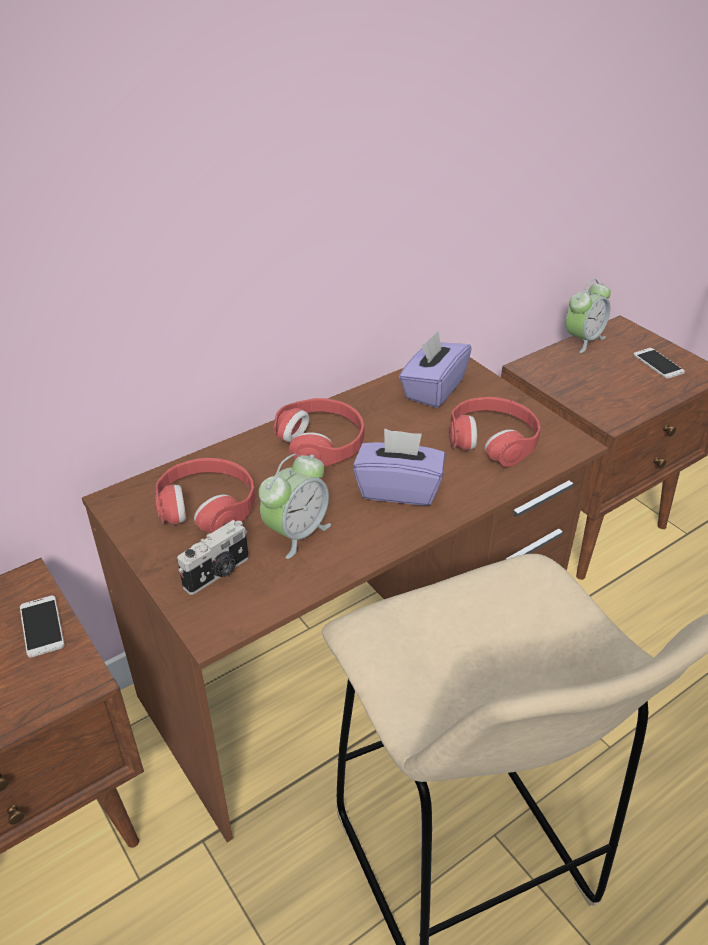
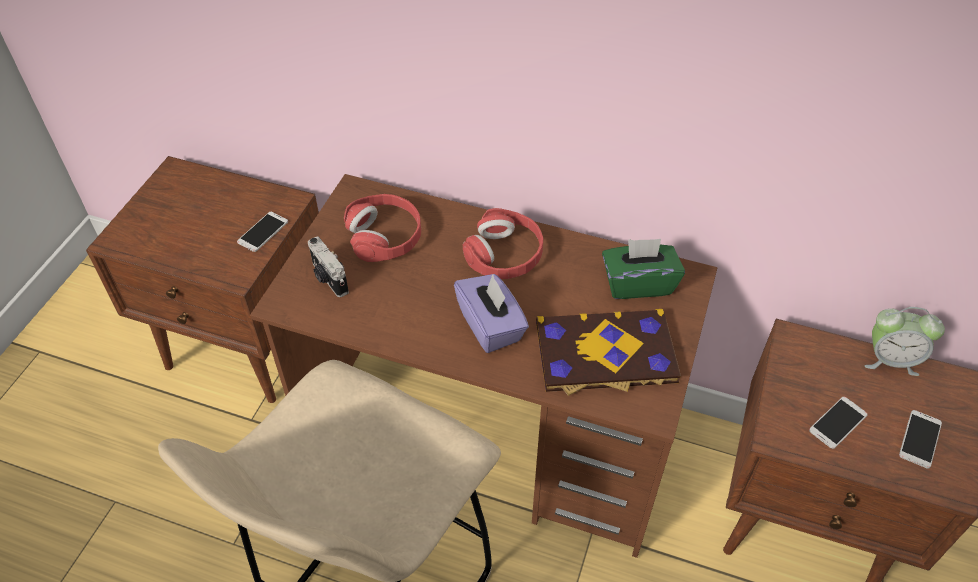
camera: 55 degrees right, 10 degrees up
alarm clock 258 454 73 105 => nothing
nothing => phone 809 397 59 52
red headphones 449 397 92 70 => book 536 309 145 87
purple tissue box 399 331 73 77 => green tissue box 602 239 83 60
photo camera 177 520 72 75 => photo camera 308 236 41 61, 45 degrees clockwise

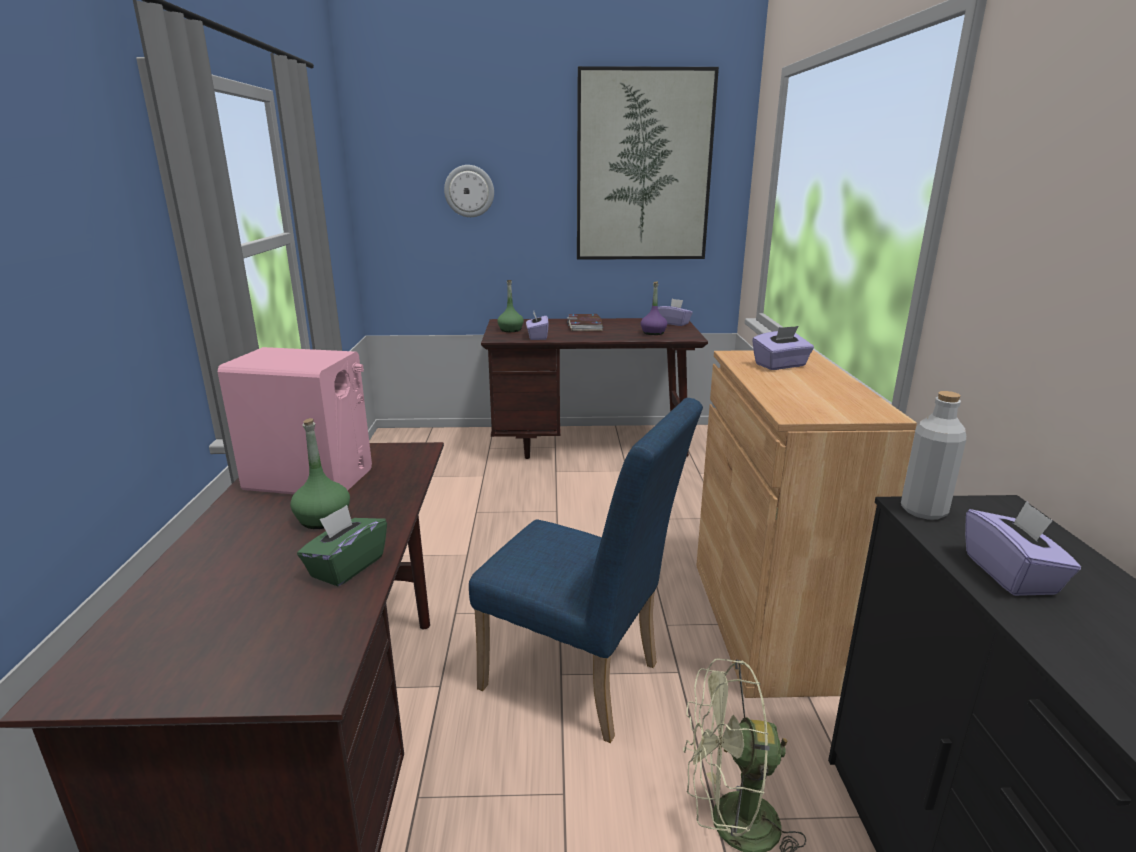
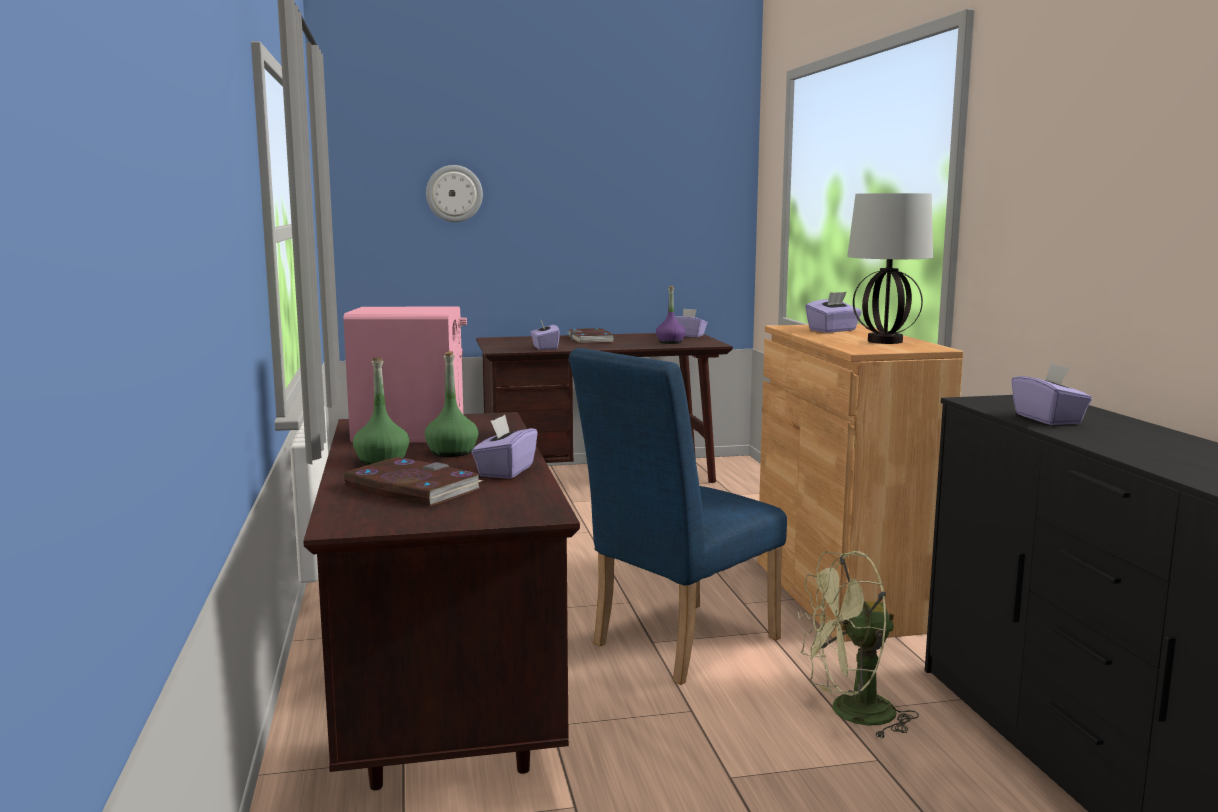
camera: 10 degrees left, 10 degrees down
picture 577 66 142 194 => nothing
grey bottle 901 391 65 129 => nothing
nothing => book 344 457 139 49
nothing => table lamp 847 193 86 151
green bottle 497 280 27 52 => green bottle 353 357 56 108, moved
green tissue box 297 505 90 81 => purple tissue box 472 415 66 64
blue chair 469 398 234 345 => blue chair 569 348 218 337, 120 degrees clockwise

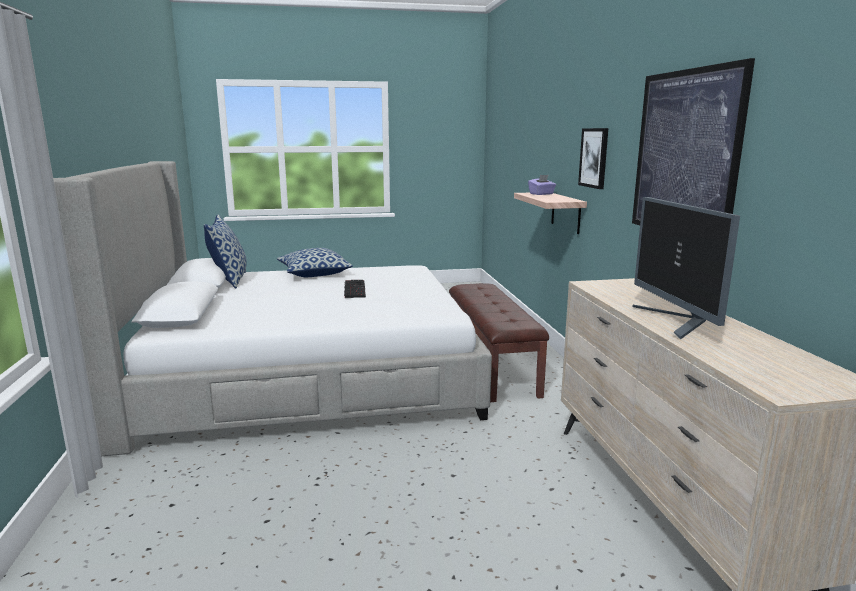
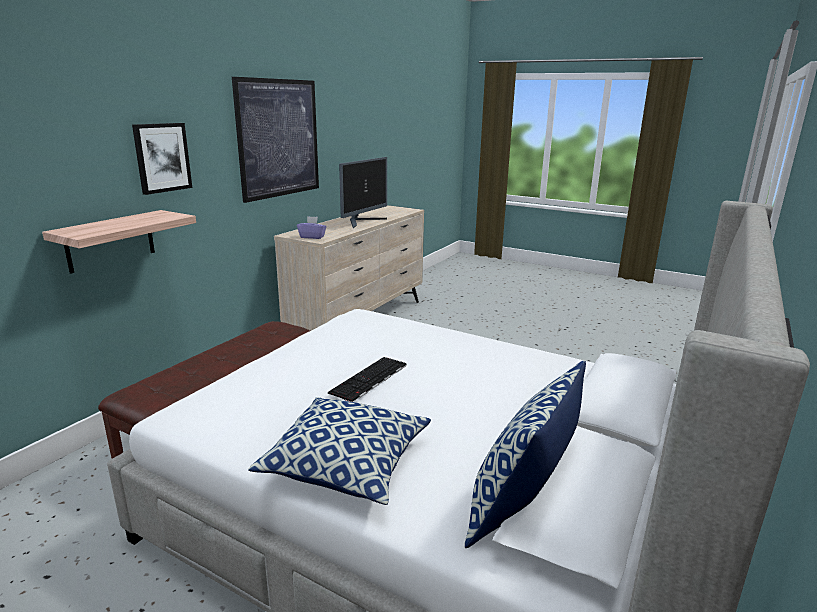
camera: 140 degrees left, 5 degrees up
purple tissue box 528 175 28 20 => purple tissue box 297 216 30 23, moved

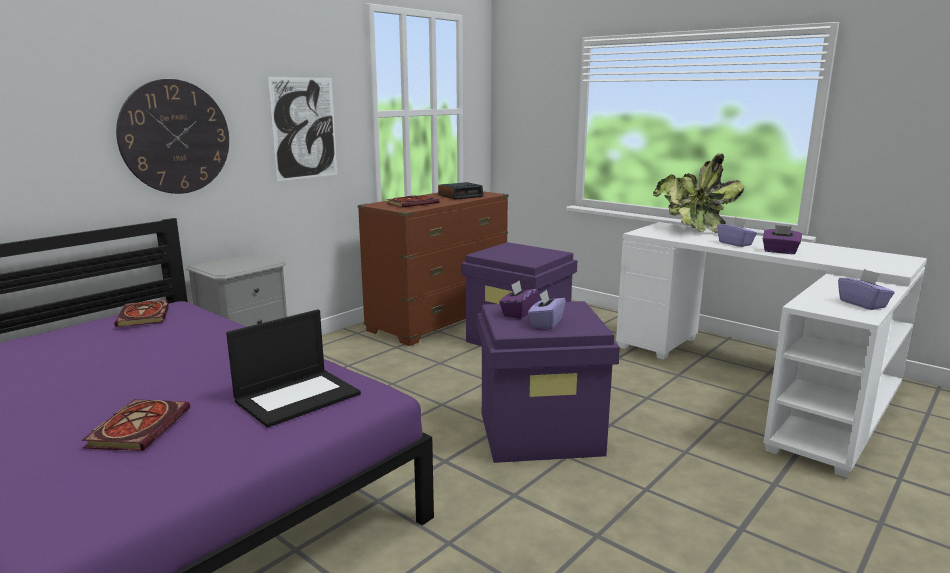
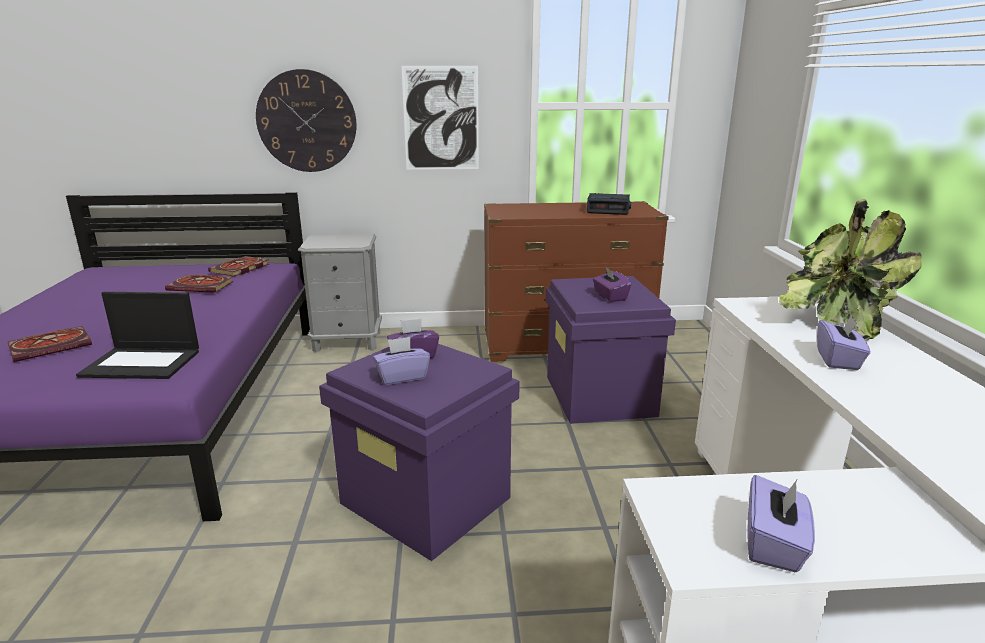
camera: 45 degrees right, 5 degrees up
book 387 195 53 12 => book 165 275 69 18, moved
purple tissue box 763 225 39 29 => purple tissue box 593 266 38 36, moved

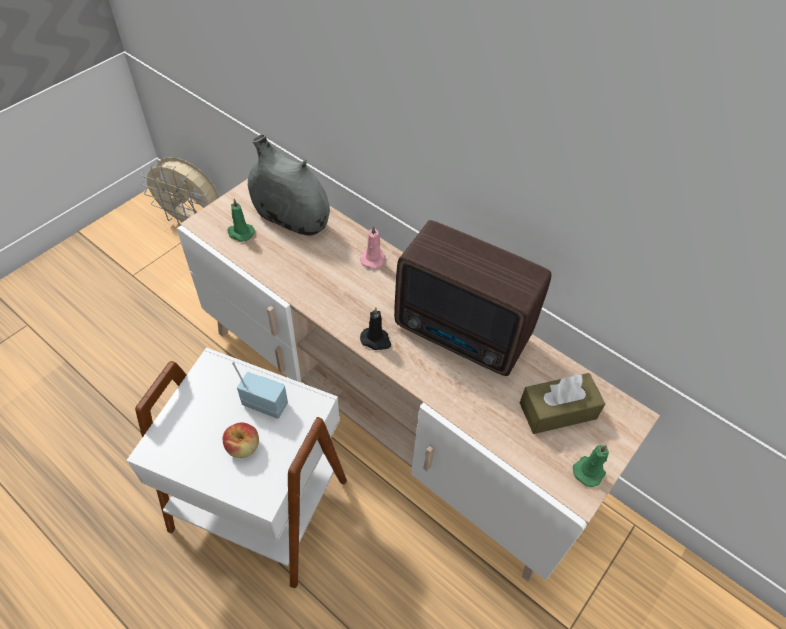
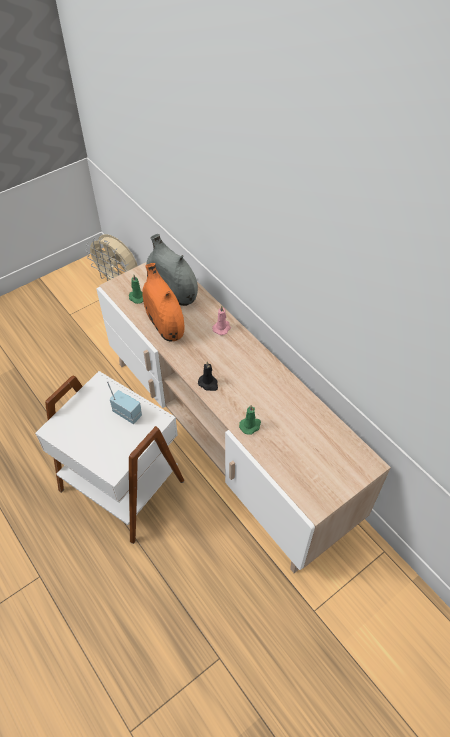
camera: 15 degrees right, 0 degrees up
apple 223 422 36 36 => nothing
radio 394 220 158 156 => nothing
brown tissue box 520 373 85 61 => nothing
nothing => orange vase 142 263 42 79
green candle 573 445 36 42 => green candle 239 405 22 30, moved

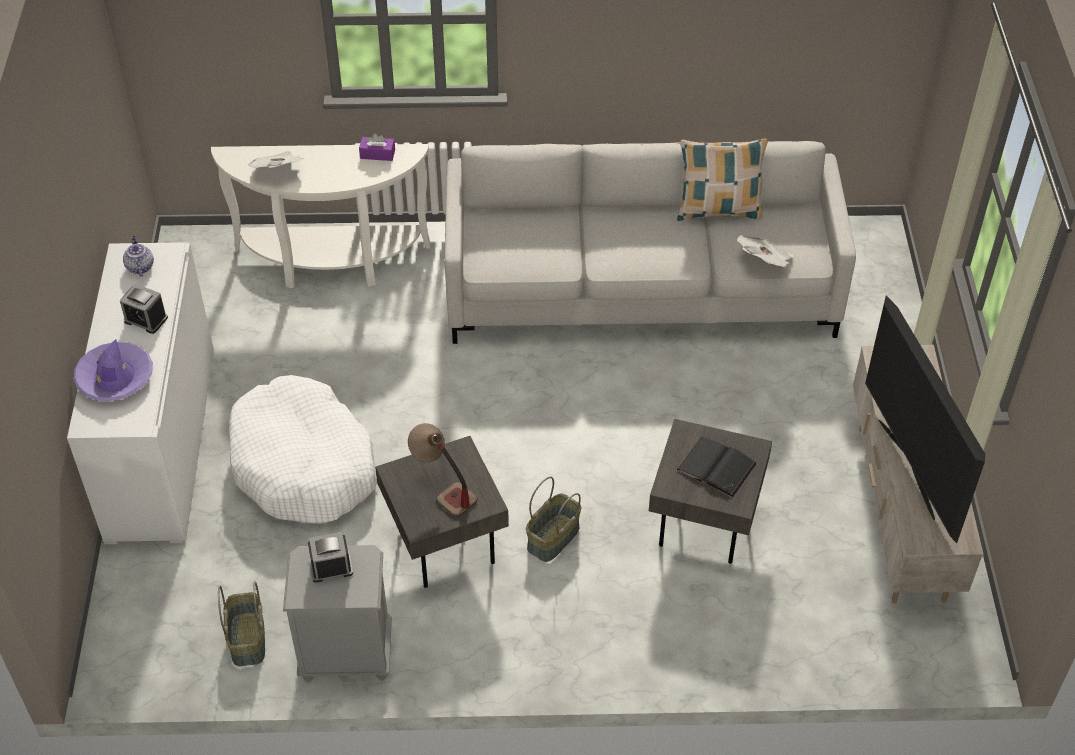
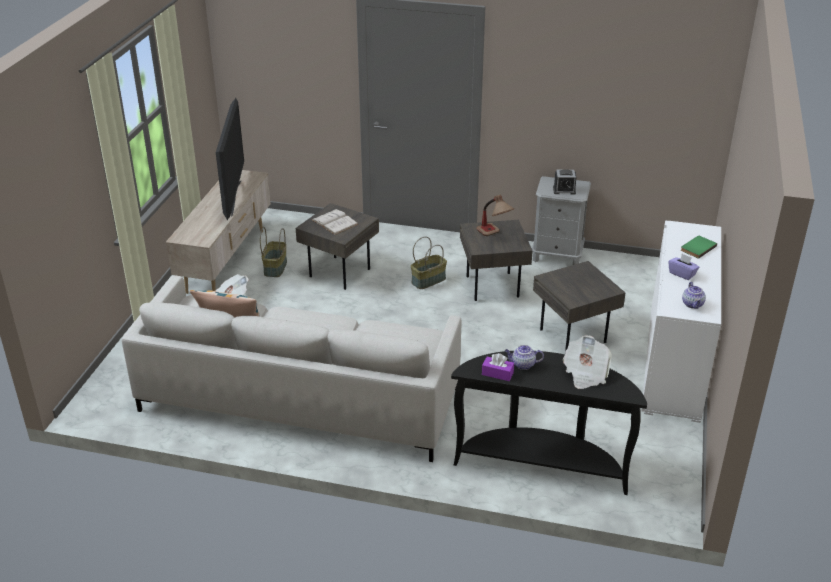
camera: 165 degrees left, 15 degrees down
nothing => teapot 505 345 39 25
basket 218 581 47 85 => basket 260 227 27 50, moved
purple hat 73 339 80 62 => green book 681 236 36 23
alarm clock 120 284 48 50 => purple tissue box 668 254 31 26
white dog bed 229 375 148 149 => grey side table 533 261 92 91
white console table 211 144 219 144 => black console table 451 351 196 144
black book 676 436 81 62 => white book 312 209 47 26

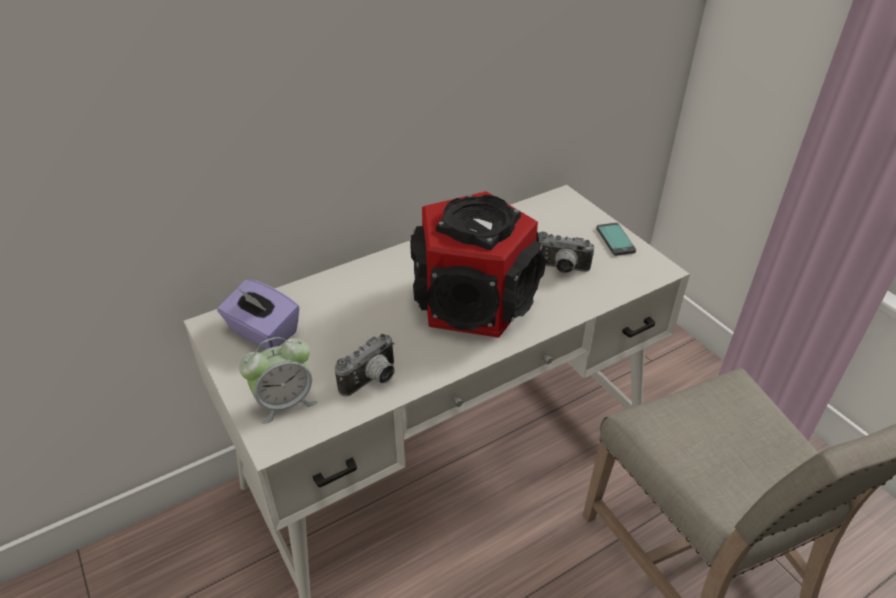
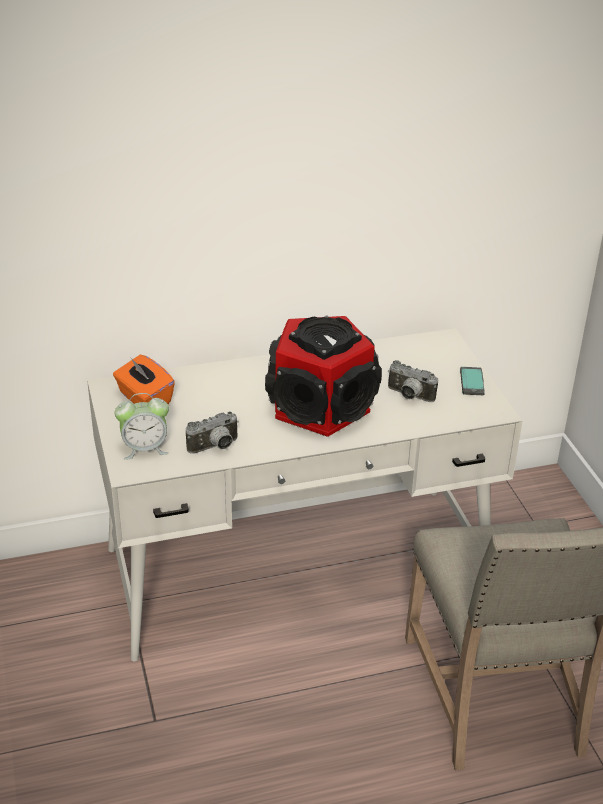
camera: 15 degrees right, 5 degrees down
purple tissue box 217 279 83 70 => orange tissue box 113 355 62 49

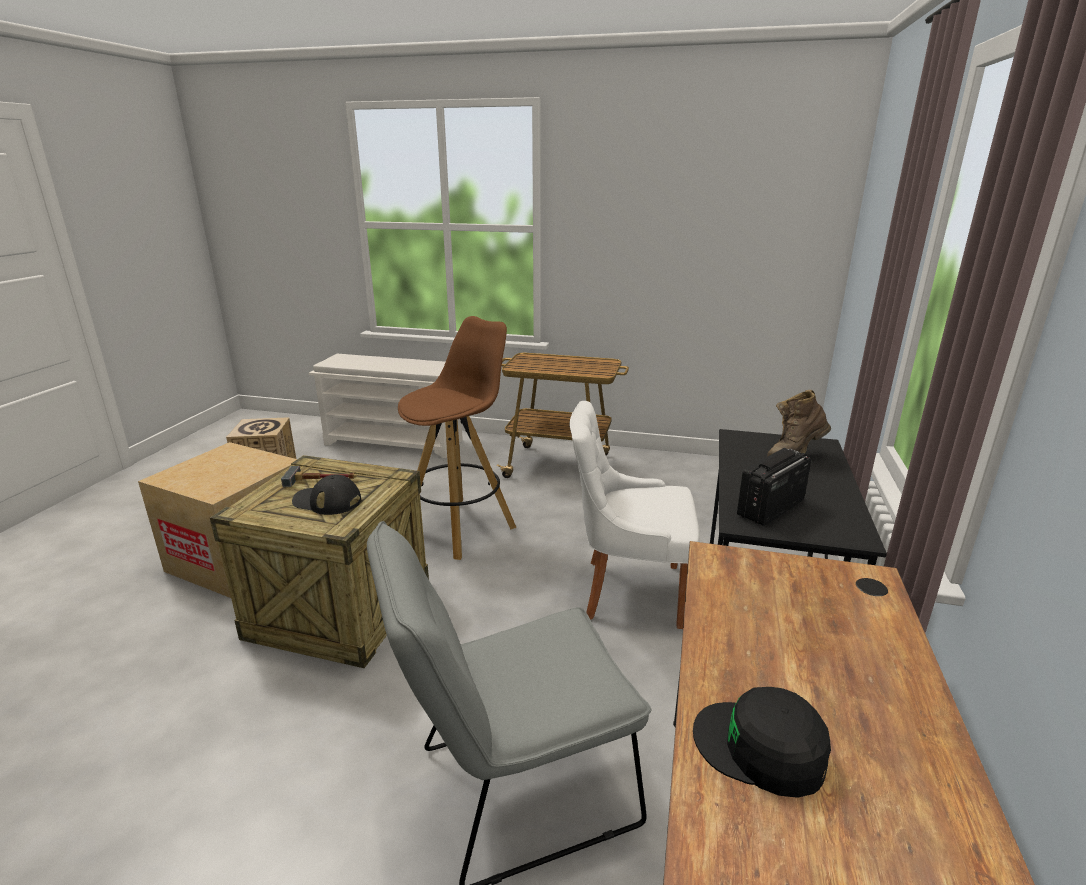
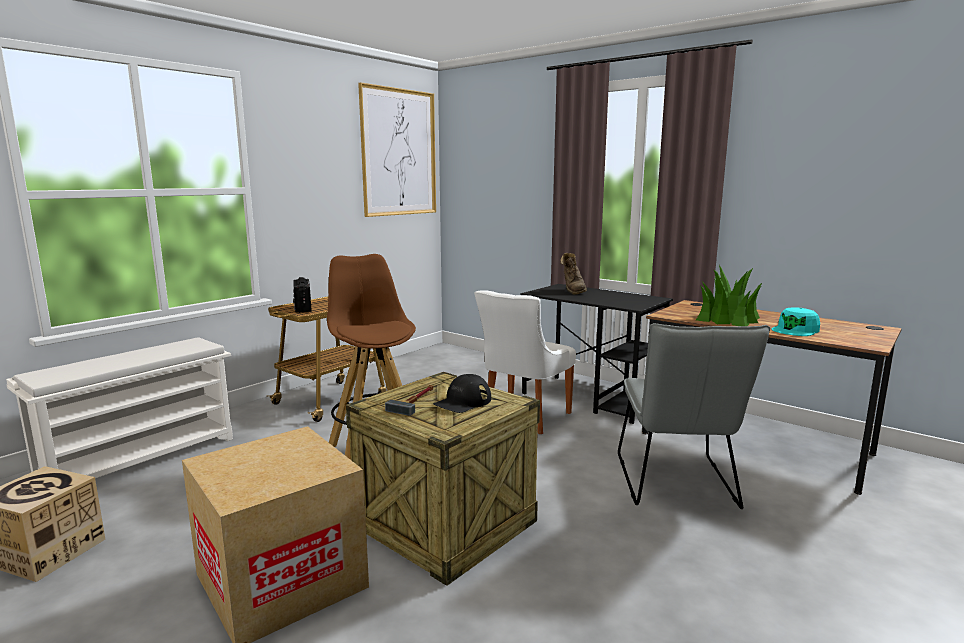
camera: 65 degrees left, 10 degrees down
nothing => picture 358 83 78 134
nothing => potted plant 696 265 66 61
radio 737 448 74 78 => radio 293 277 19 36, moved
black cap 693 687 138 111 => turquoise cap 772 307 48 29

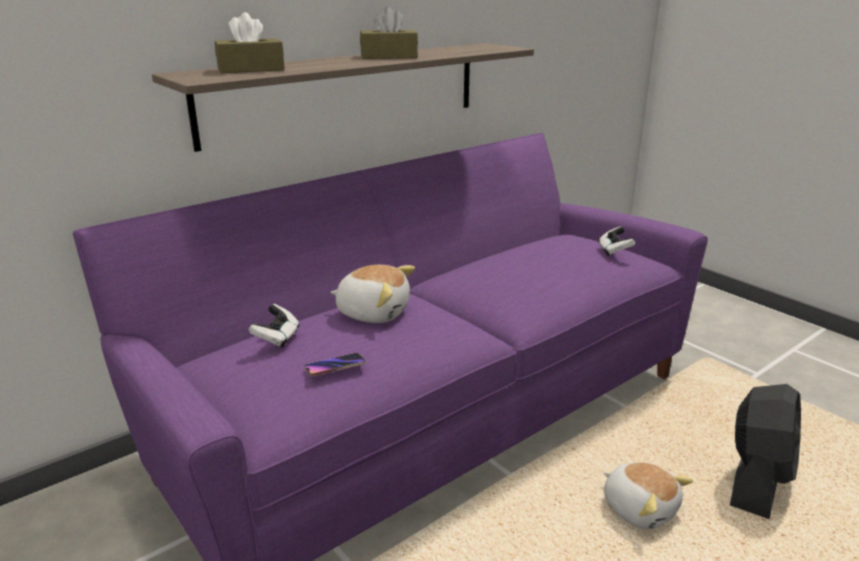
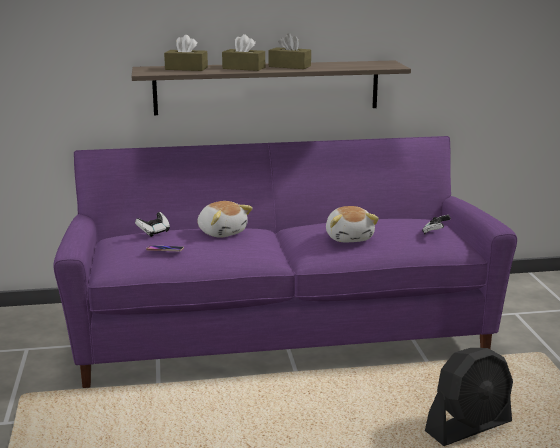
camera: 30 degrees right, 5 degrees down
nothing => brown tissue box 222 34 43 37
plush toy 604 462 89 67 => plush toy 326 206 53 36, moved

